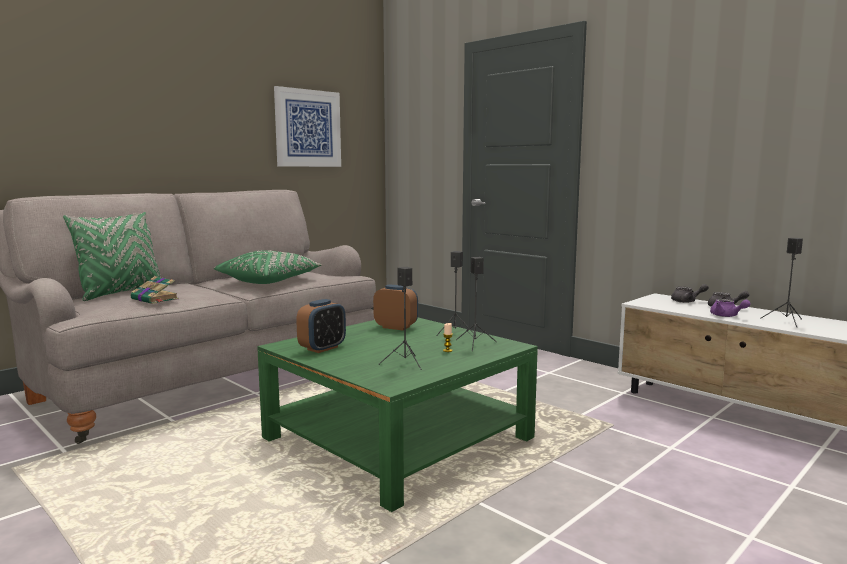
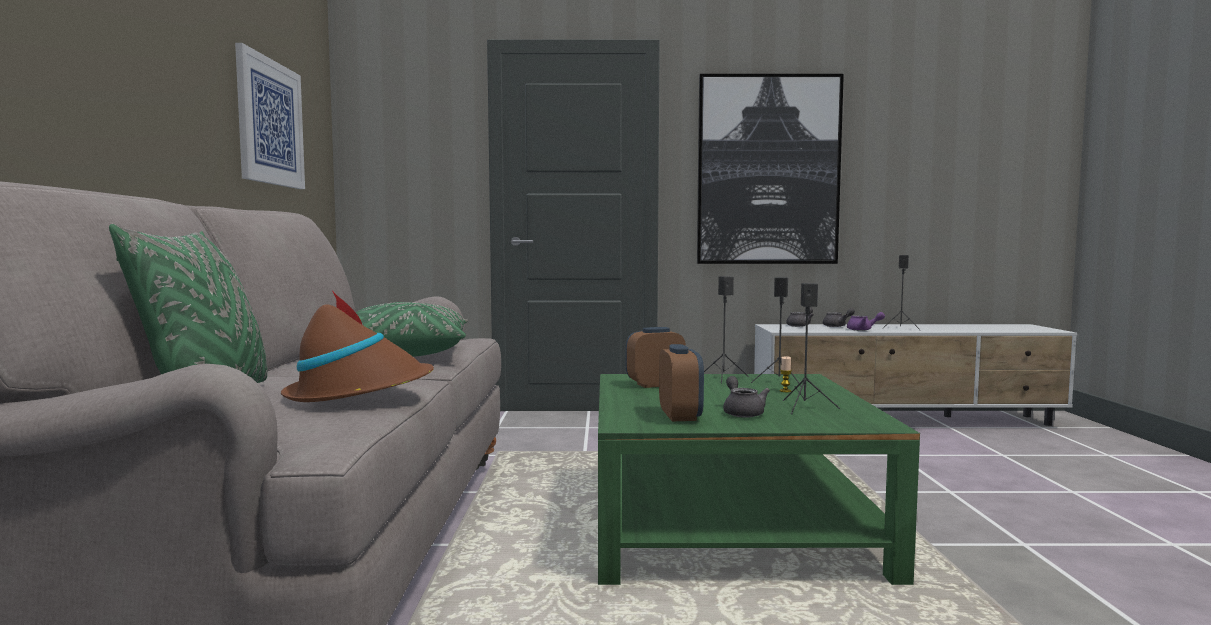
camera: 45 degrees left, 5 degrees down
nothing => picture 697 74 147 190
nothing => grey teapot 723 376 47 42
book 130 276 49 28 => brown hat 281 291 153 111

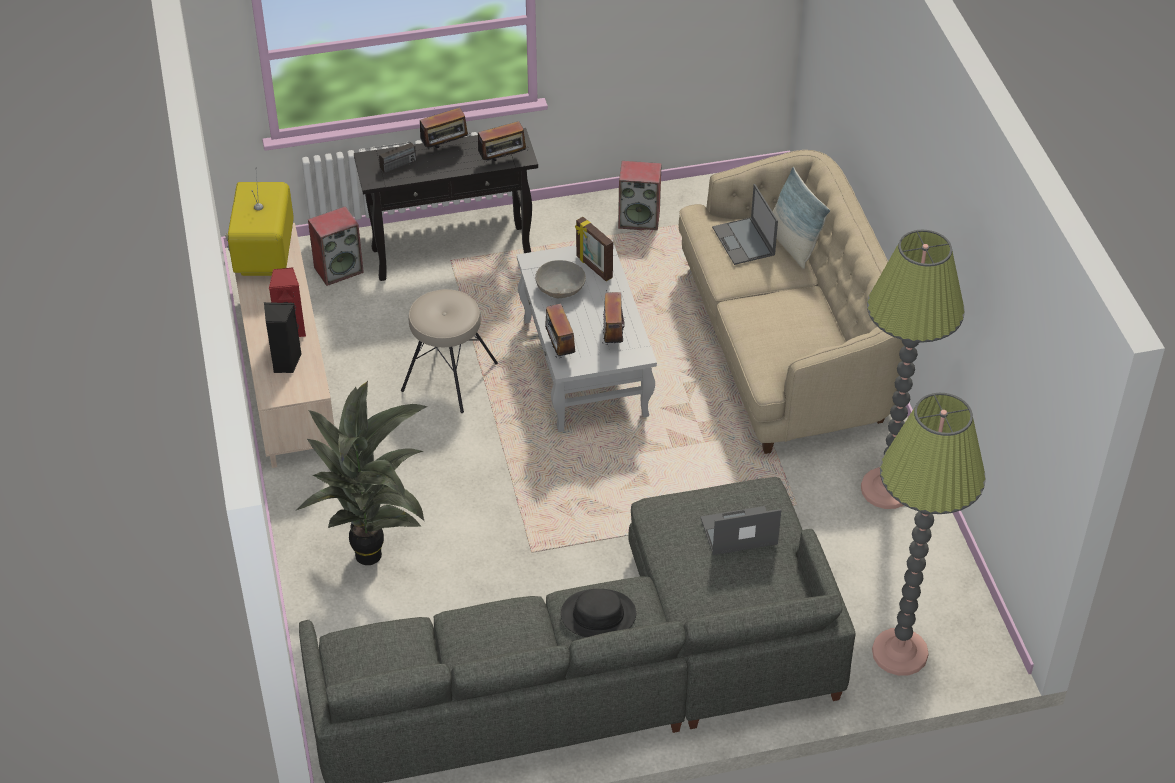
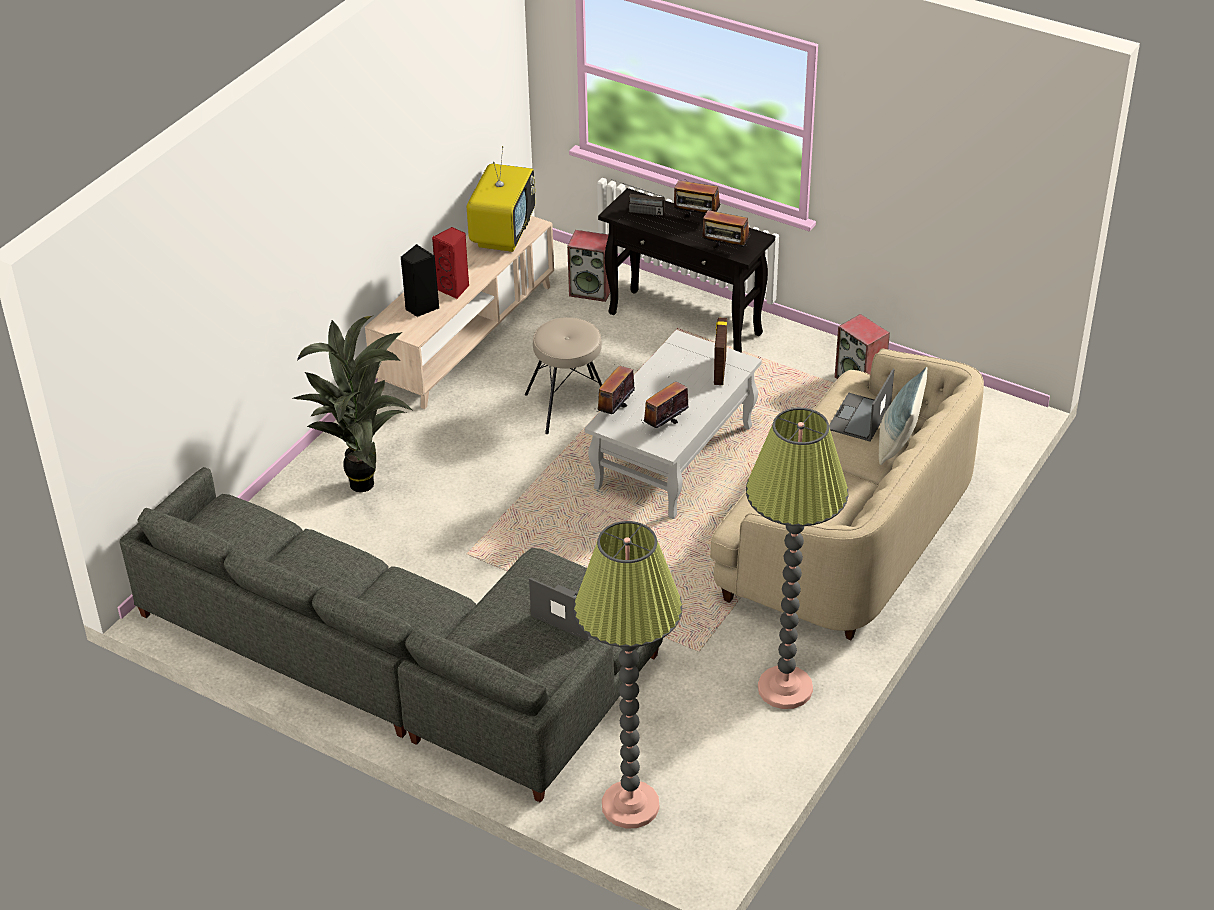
camera: 45 degrees right, 5 degrees down
grey bowl 535 260 51 38 => nothing
black hat 561 589 75 48 => nothing
television 225 167 69 109 => television 467 146 69 106, 150 degrees clockwise

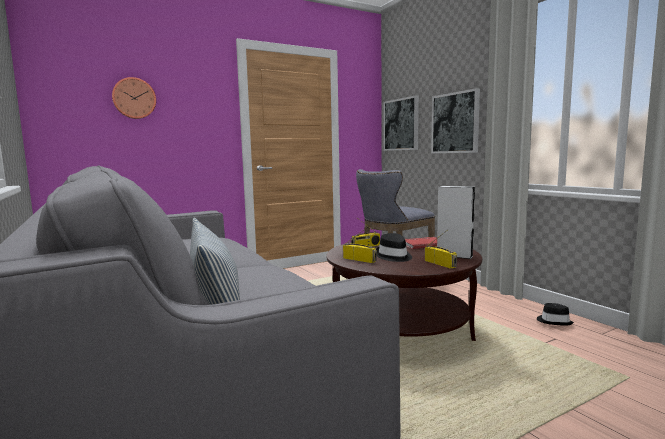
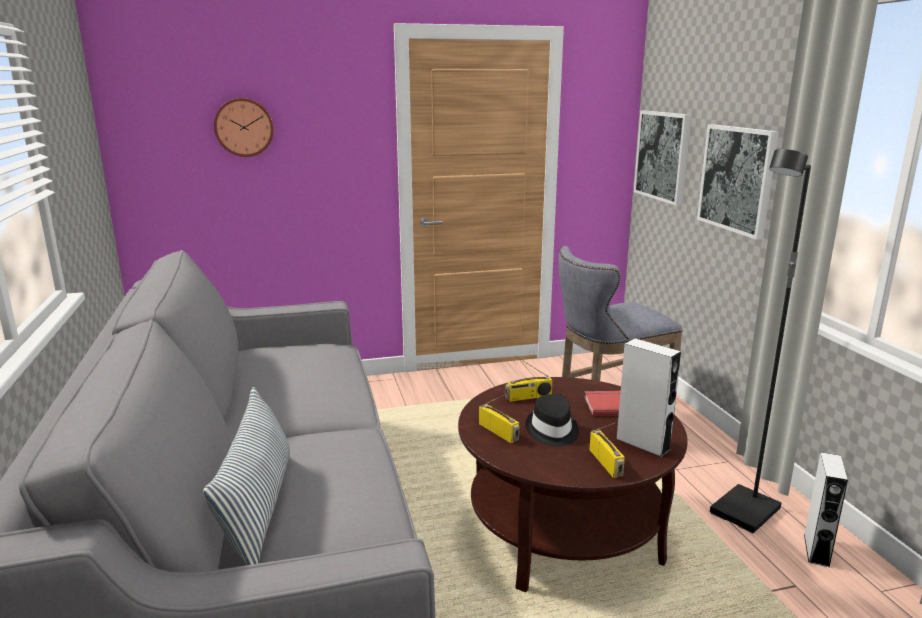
camera: 15 degrees right, 10 degrees up
nothing => black floor lamp 710 149 101 384
black hat 537 303 37 23 => grey speaker 804 452 44 115

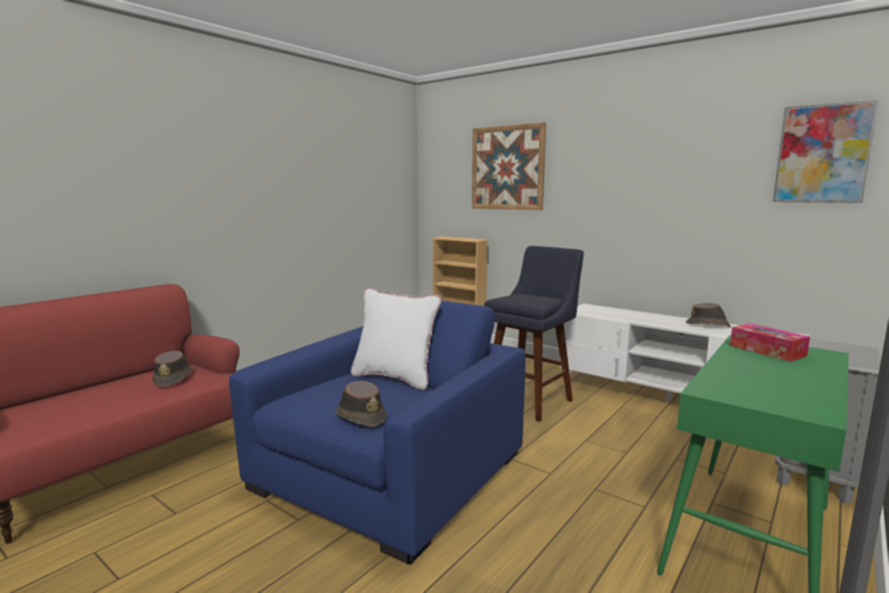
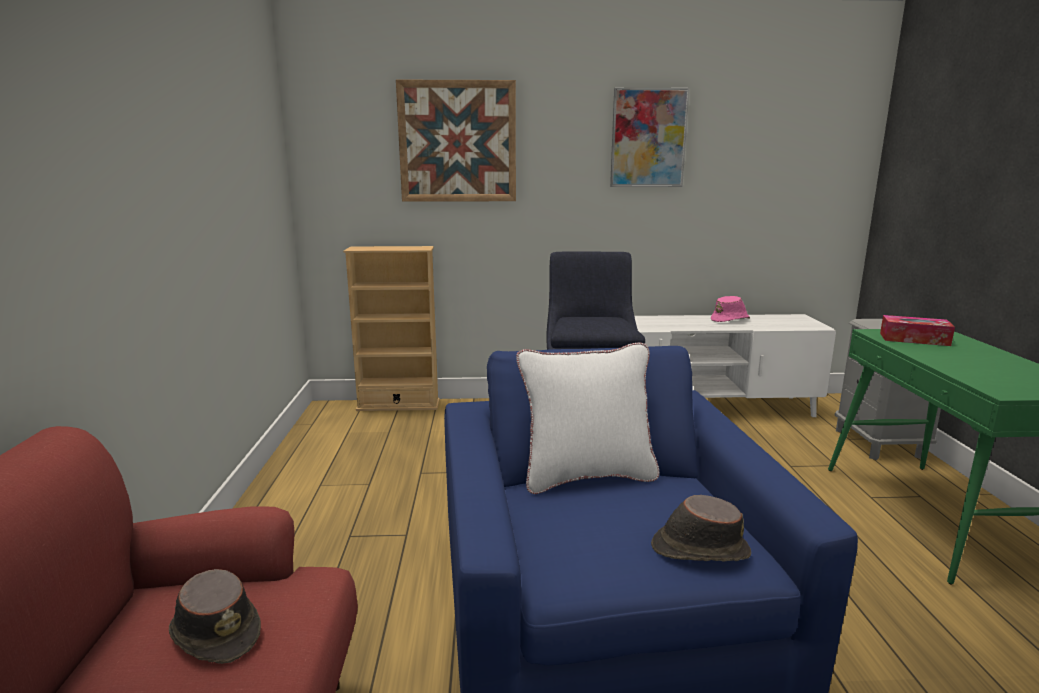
camera: 40 degrees left, 5 degrees up
picture 773 99 106 104 => picture 610 87 80 100, moved
brown hat 686 303 45 24 => pink hat 711 296 39 26

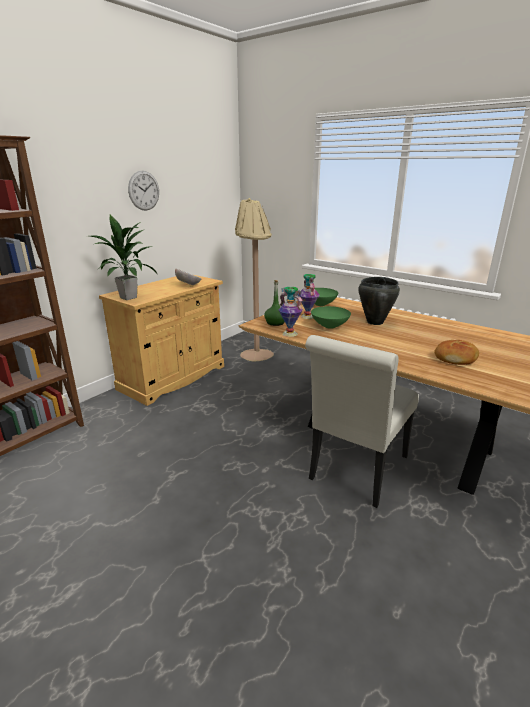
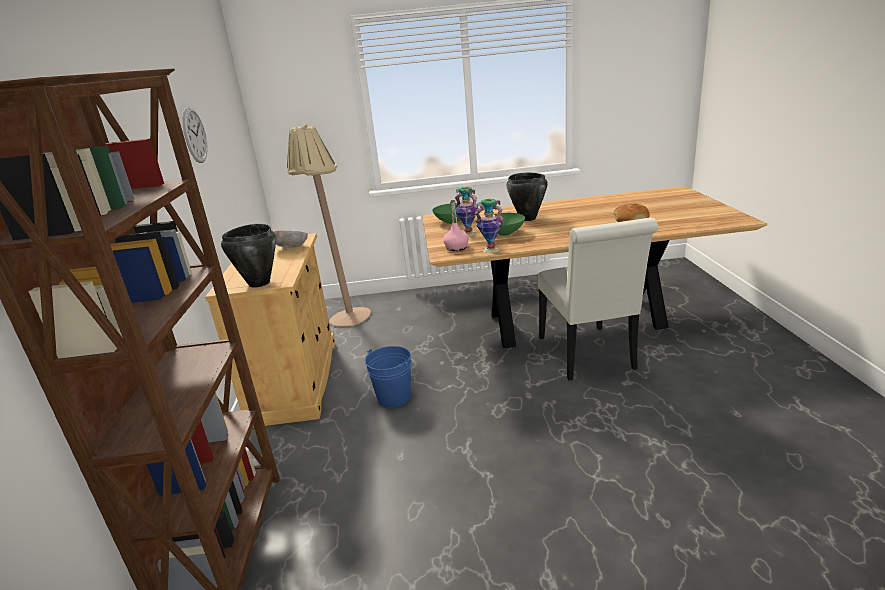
camera: 40 degrees left, 0 degrees up
nothing => blue bucket 365 346 46 62
potted plant 90 215 68 85 => black cooking pot 221 224 55 63
green bottle 264 280 21 46 => pink bottle 443 200 26 51

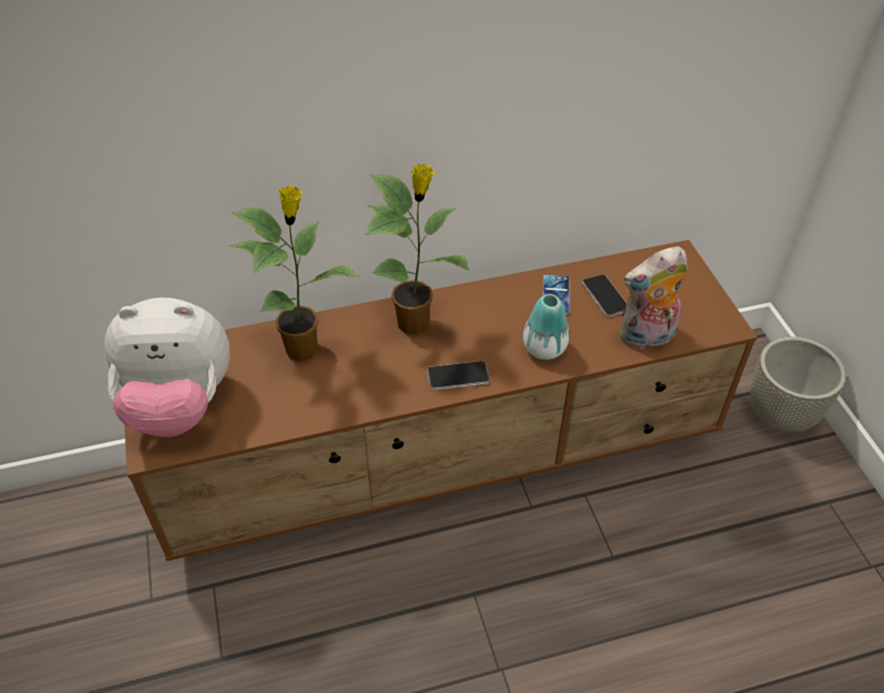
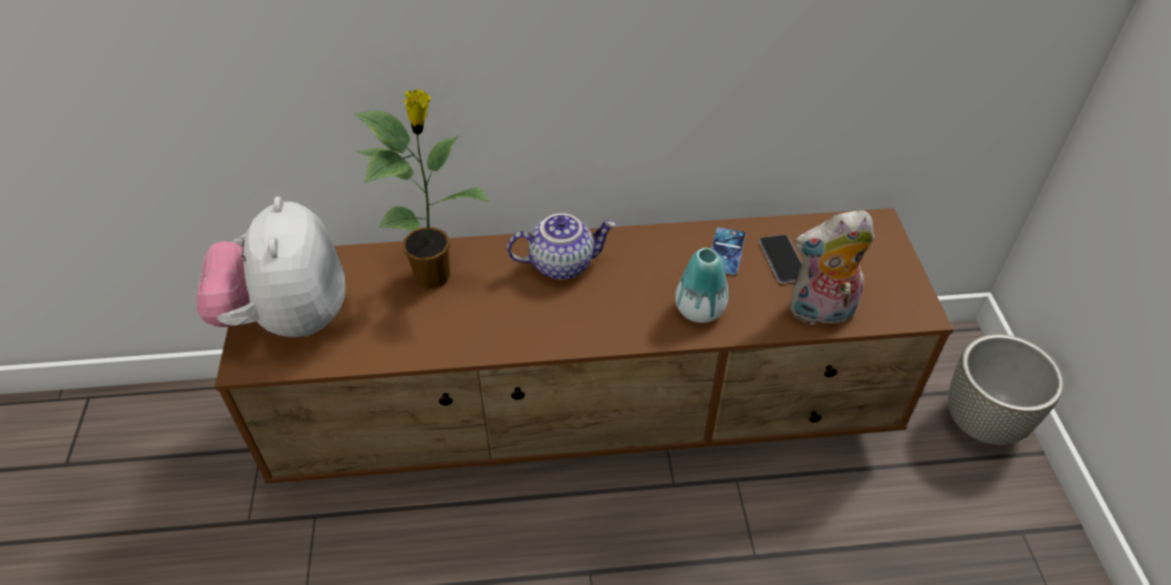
camera: 10 degrees right, 0 degrees up
phone 427 361 63 29 => nothing
potted plant 365 164 105 170 => teapot 507 213 109 67
plush toy 104 298 126 139 => plush toy 197 197 149 140, 75 degrees clockwise

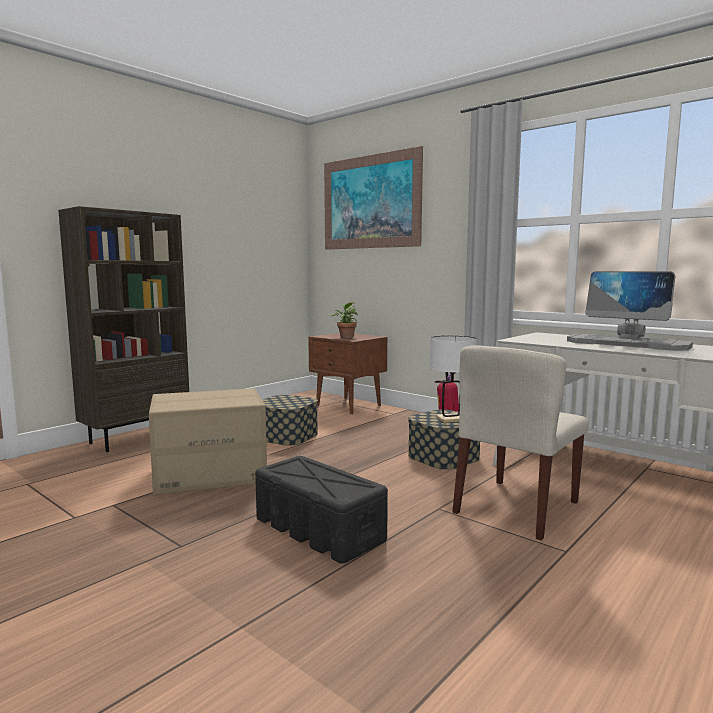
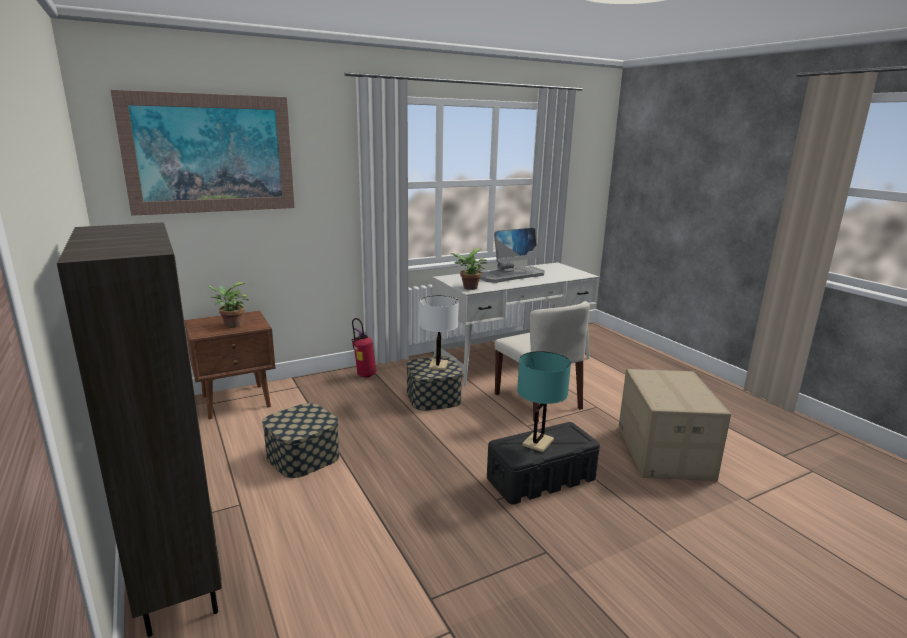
camera: 70 degrees left, 10 degrees up
nothing => potted plant 452 248 35 42
nothing => turquoise table lamp 517 351 54 101
cardboard box 149 388 118 107 => cardboard box 619 369 112 112, moved

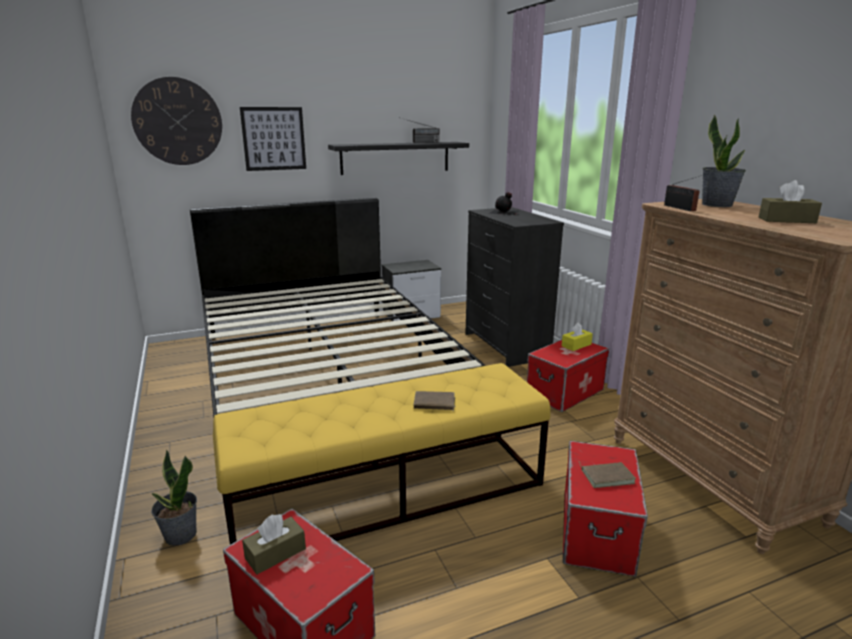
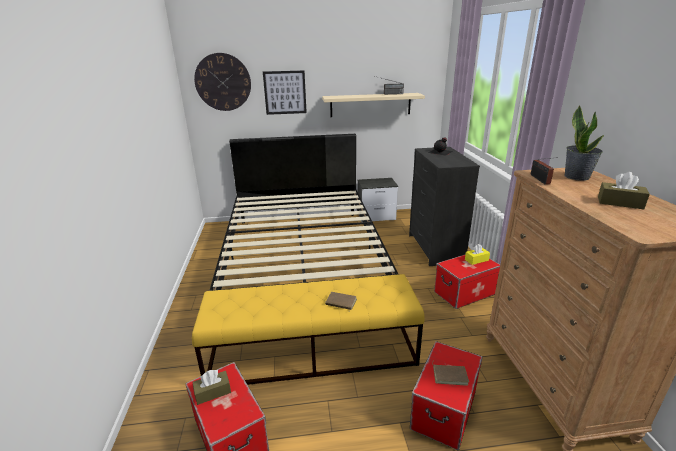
camera: 15 degrees right, 5 degrees up
potted plant 151 450 46 96 => nothing
black shelf 328 142 141 33 => beige shelf 322 93 103 24

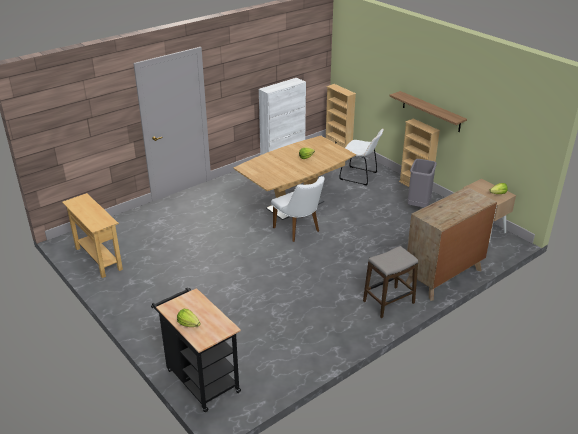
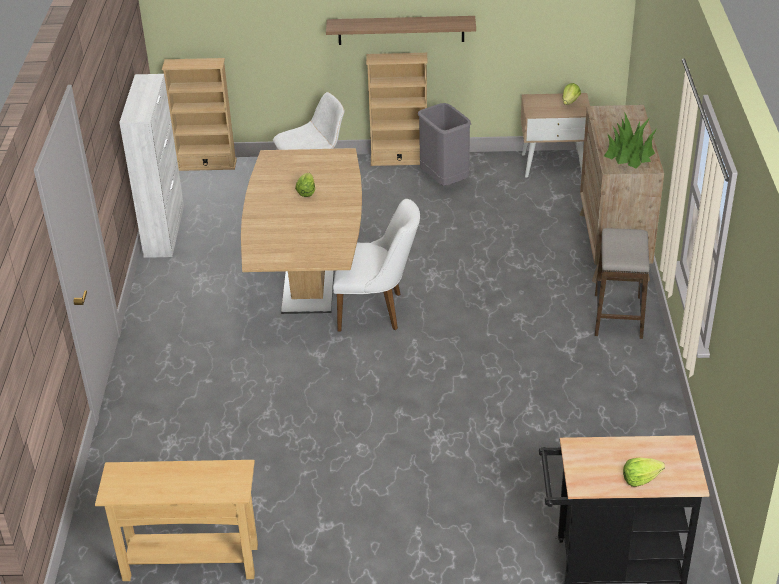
camera: 50 degrees left, 5 degrees up
nothing => potted plant 604 112 52 56

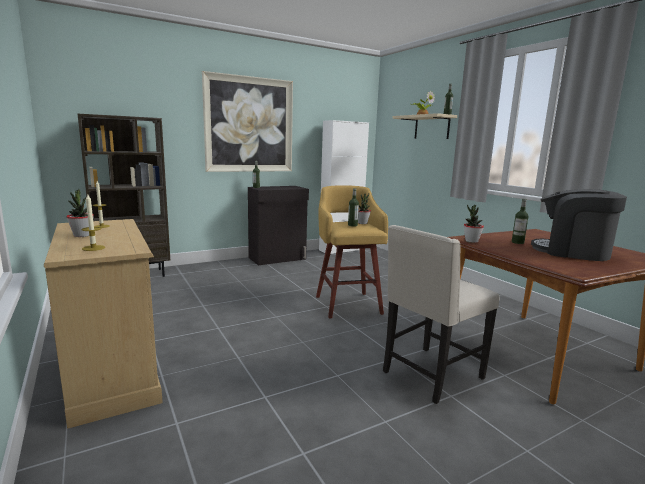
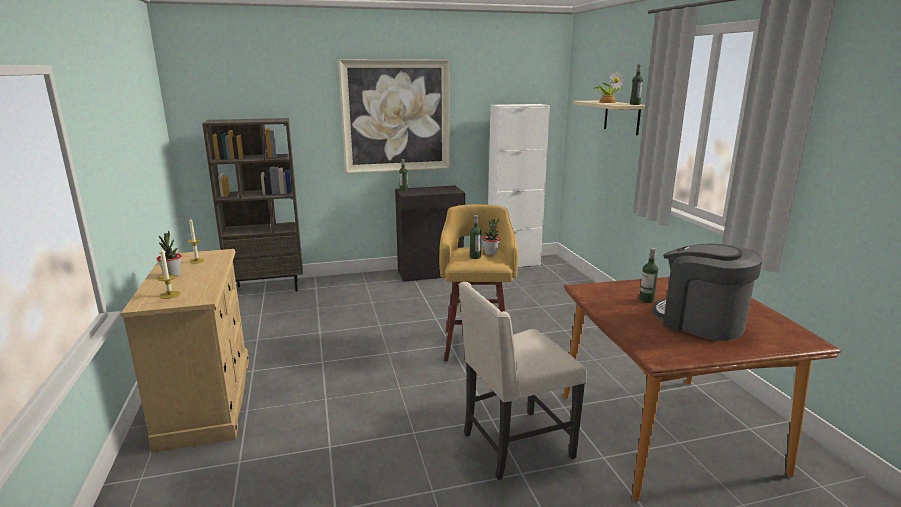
camera: 15 degrees right, 5 degrees up
potted plant 464 205 20 38 => nothing

